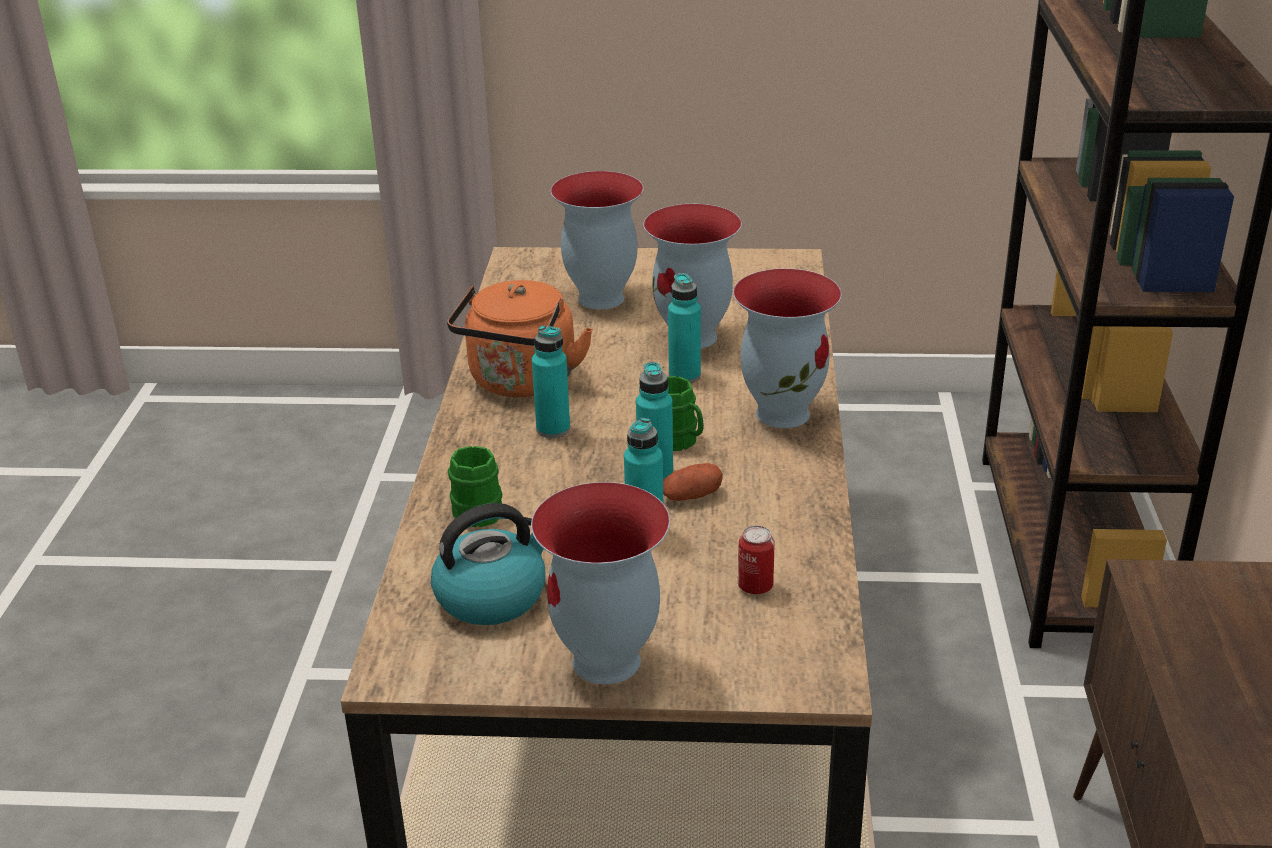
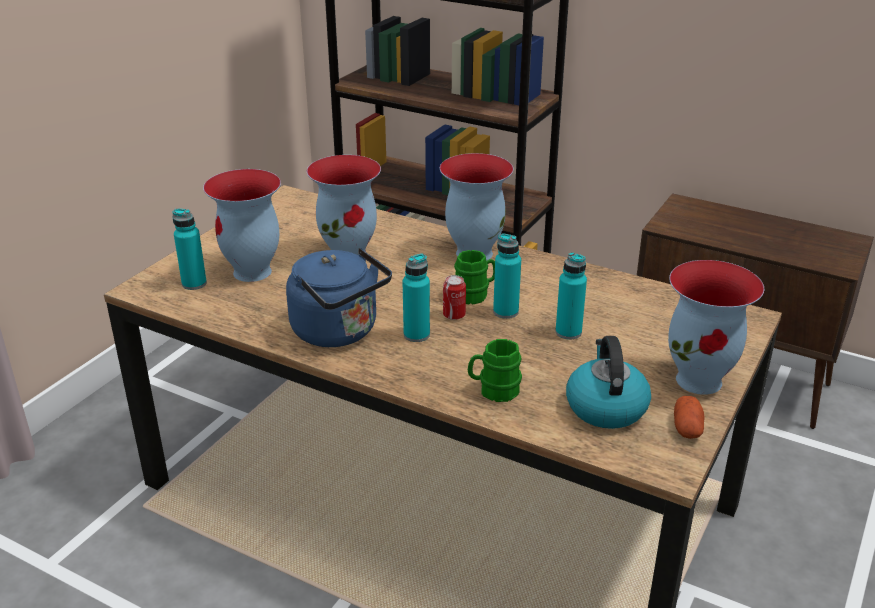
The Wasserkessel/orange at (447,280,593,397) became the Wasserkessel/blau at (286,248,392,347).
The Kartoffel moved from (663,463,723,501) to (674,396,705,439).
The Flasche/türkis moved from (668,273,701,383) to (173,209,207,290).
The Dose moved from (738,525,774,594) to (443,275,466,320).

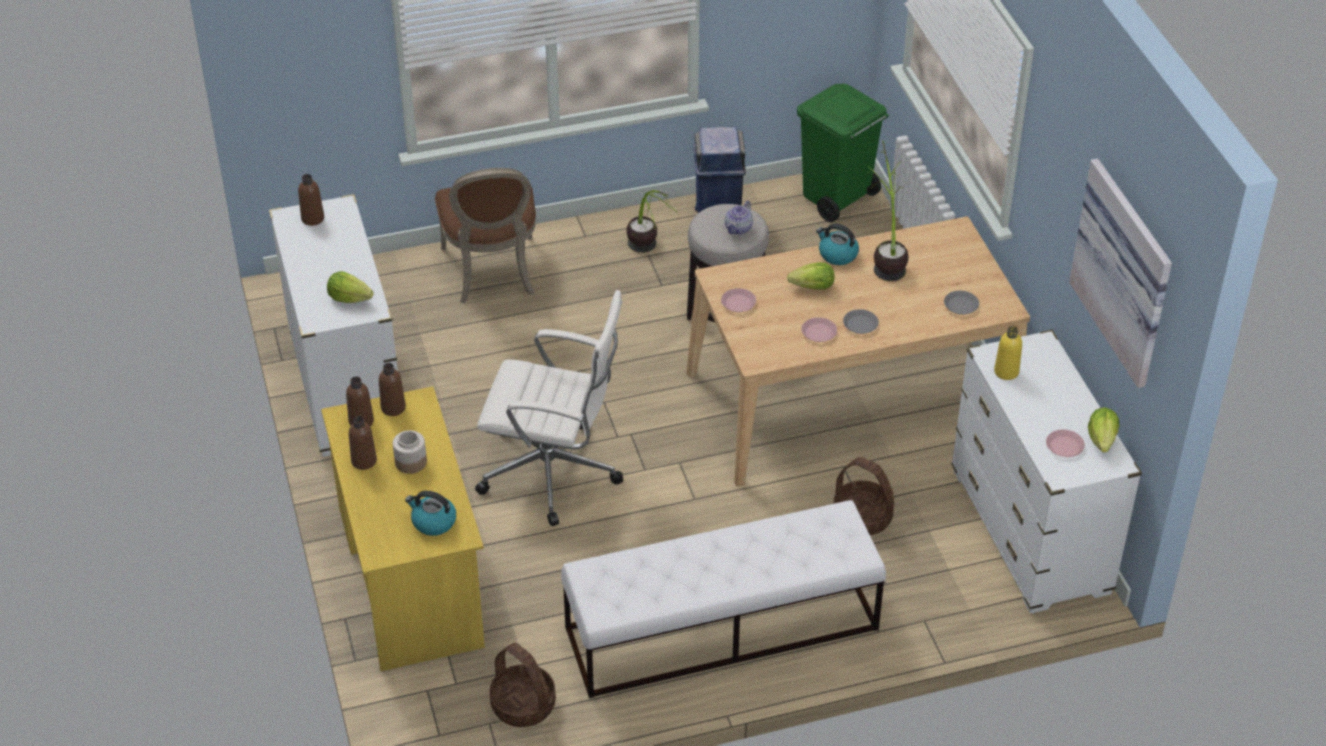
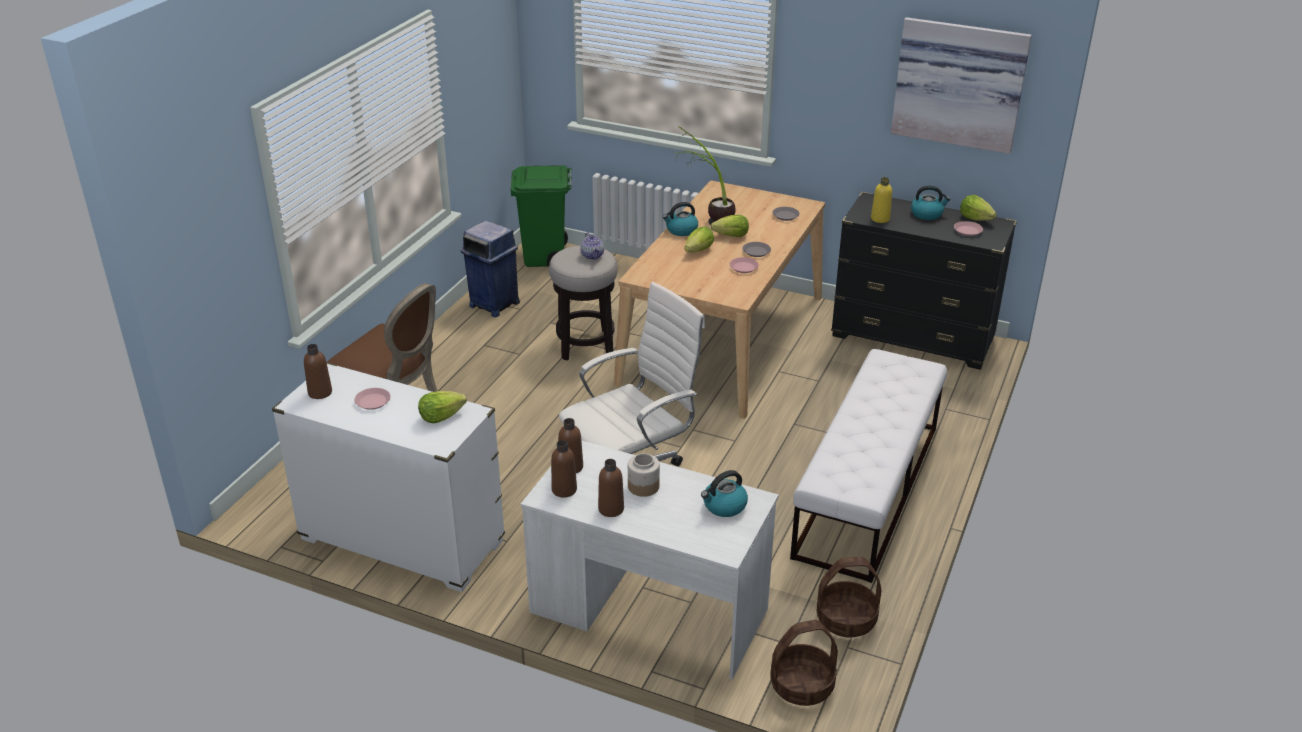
The Schreibtisch/gelb at (321,386,485,671) became the Schreibtisch/weiß at (521,440,779,680).
The Topfpflanze at (627,190,679,253) disappeared.
The Teller/rosa moved from (721,288,756,312) to (354,388,391,410).
The Korb moved from (834,457,894,536) to (770,620,838,706).
The Kommode/weiß at (951,330,1142,614) became the Kommode/schwarz at (831,192,1017,370).
The Salatkopf at (711,215,749,237) appeared.
The Wasserkessel at (911,185,951,220) appeared.

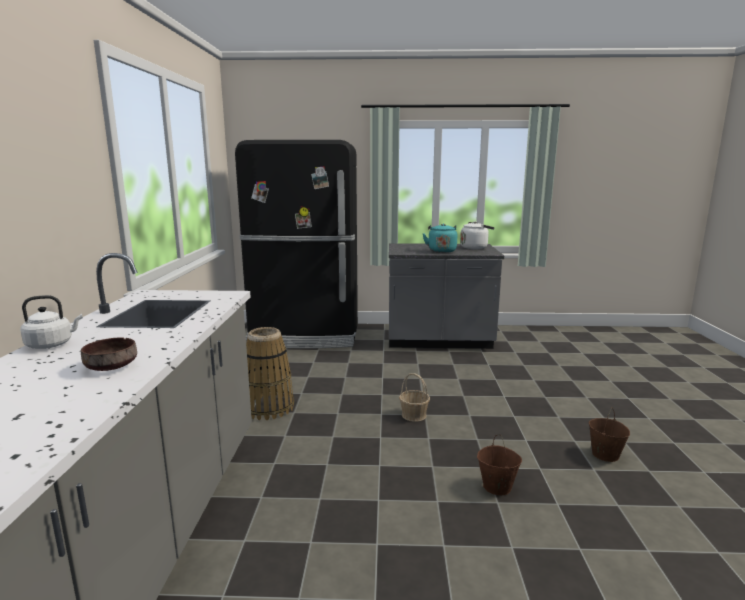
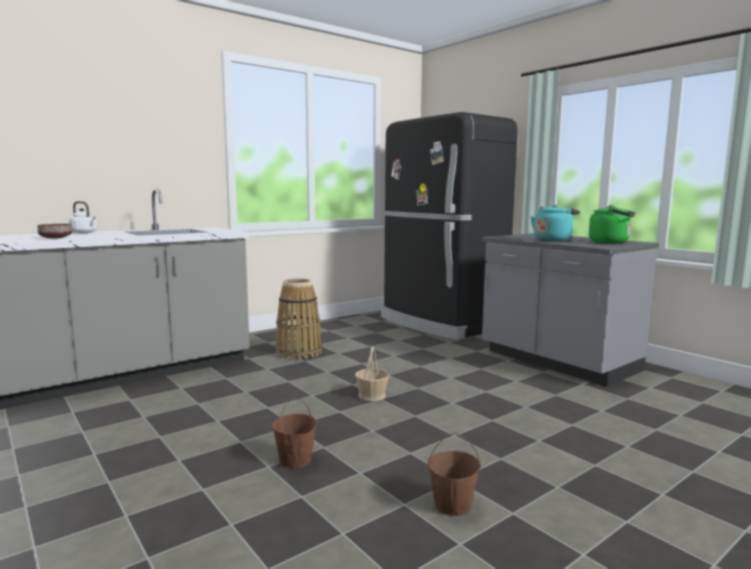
The Wasserkessel/weiß at (460,221,494,249) became the Wasserkessel/grün at (589,205,636,244).

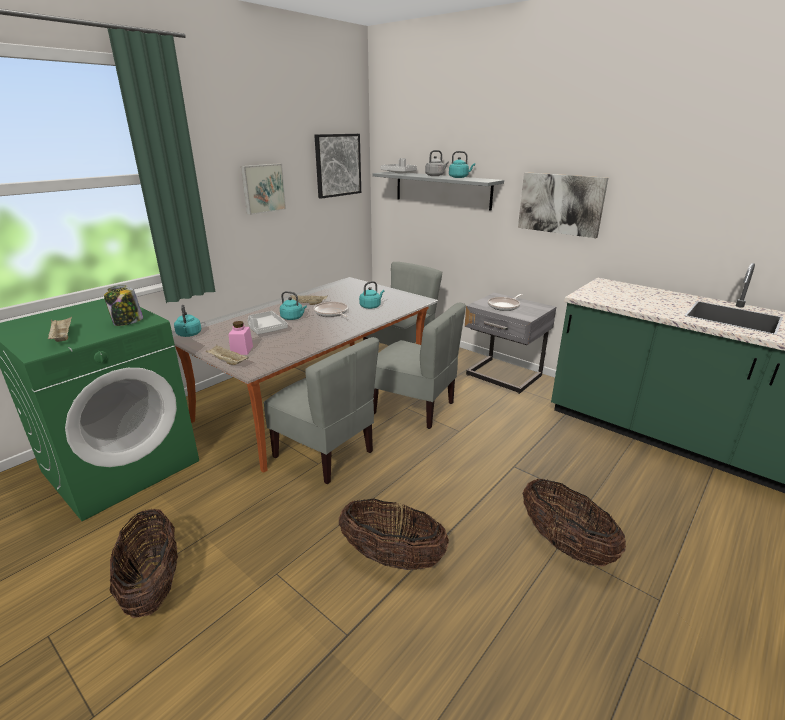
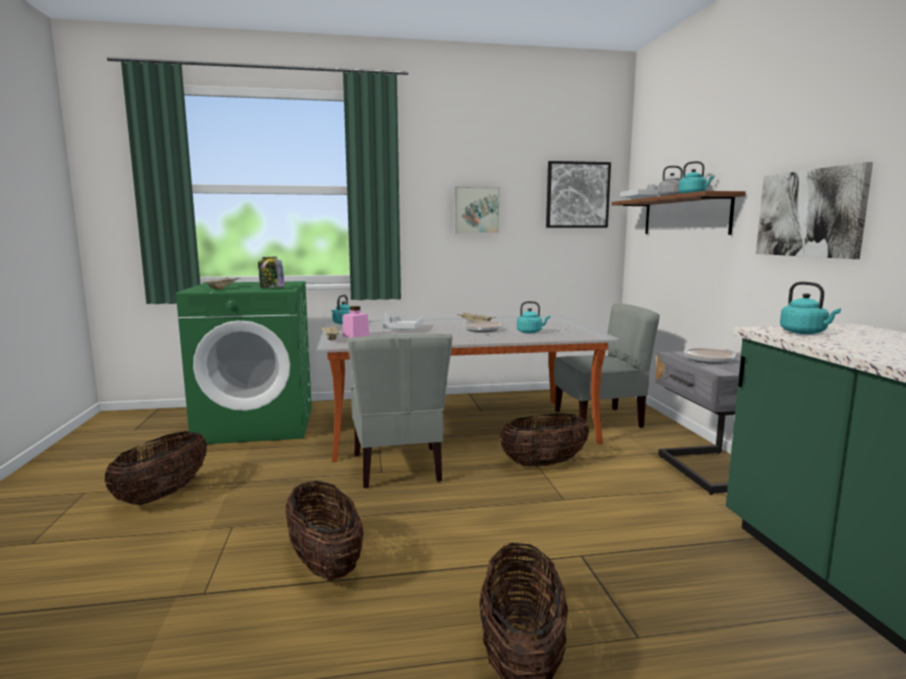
The Wasserkessel/türkis moved from (280,291,307,320) to (780,282,841,334).
The Wandregal/grau at (372,172,504,210) became the Wandregal/braun at (611,191,746,235).
The Stuhl/grau at (373,302,466,429) was replaced by the Korb at (499,413,589,467).

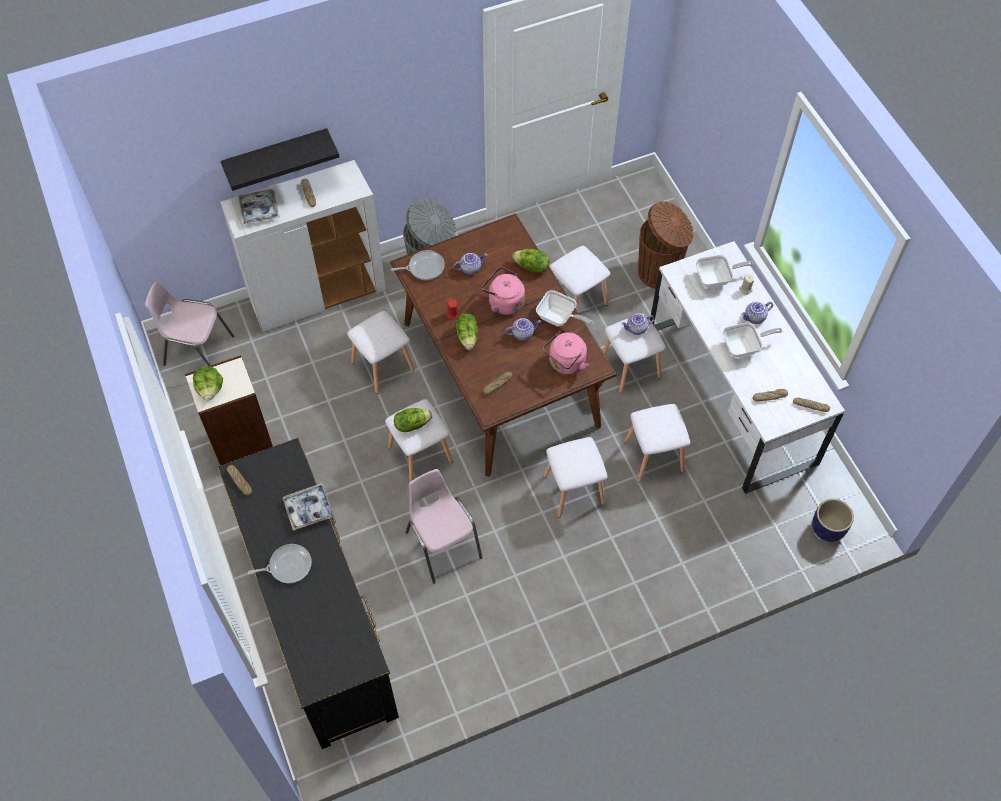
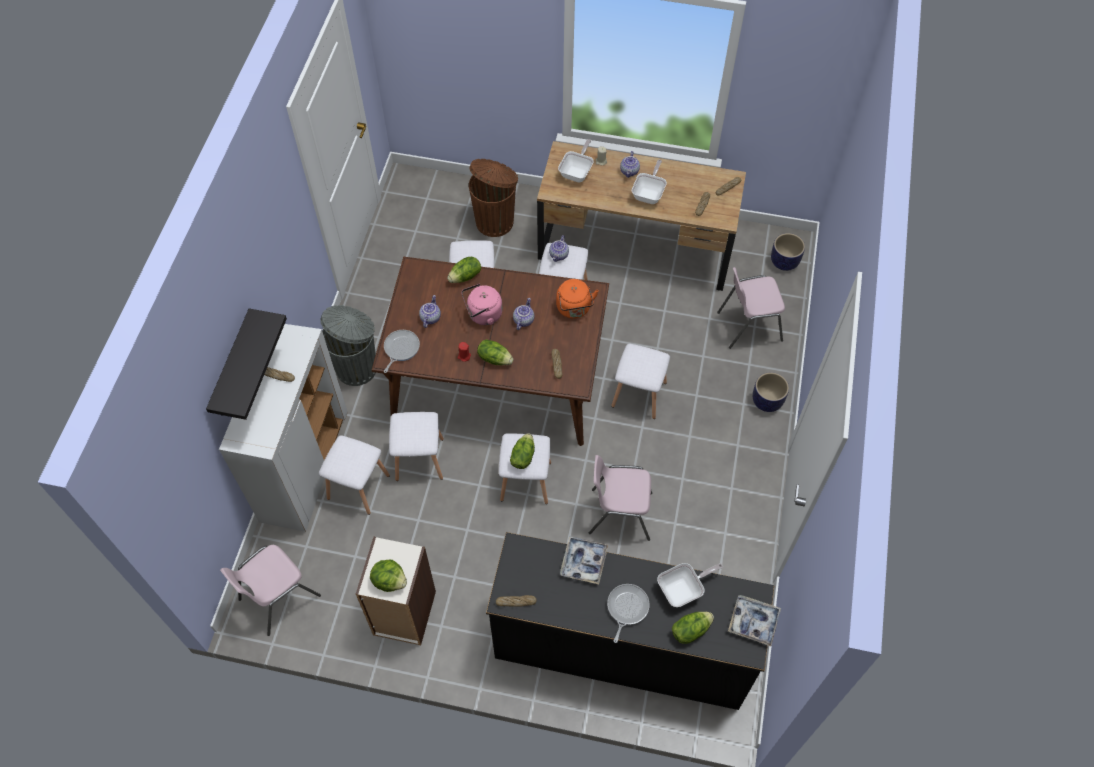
The Tablett moved from (238,189,280,224) to (728,595,781,646).
The Pfanne moved from (536,290,594,327) to (657,563,723,607).
The Wasserkessel/rosa at (543,332,589,374) became the Wasserkessel/orange at (556,279,599,319).
The Hocker/weiß moved from (624,404,690,482) to (319,435,390,515).
The Schreibtisch/weiß at (650,241,845,494) became the Schreibtisch/braun at (537,141,746,291).
The Salatkopf at (672,612,714,644) appeared.
The Stuhl/rosa at (717,267,785,349) appeared.
The Pflanzkübel at (753,372,789,412) appeared.

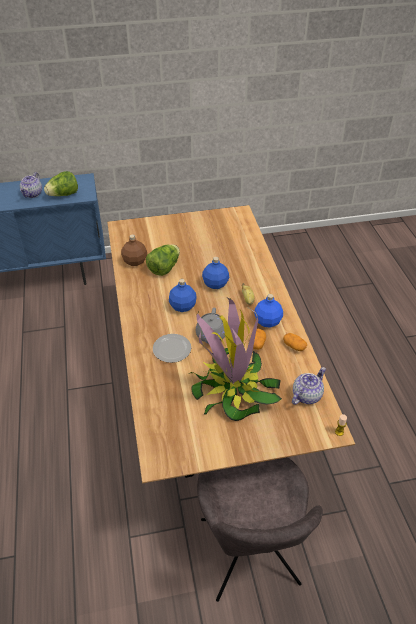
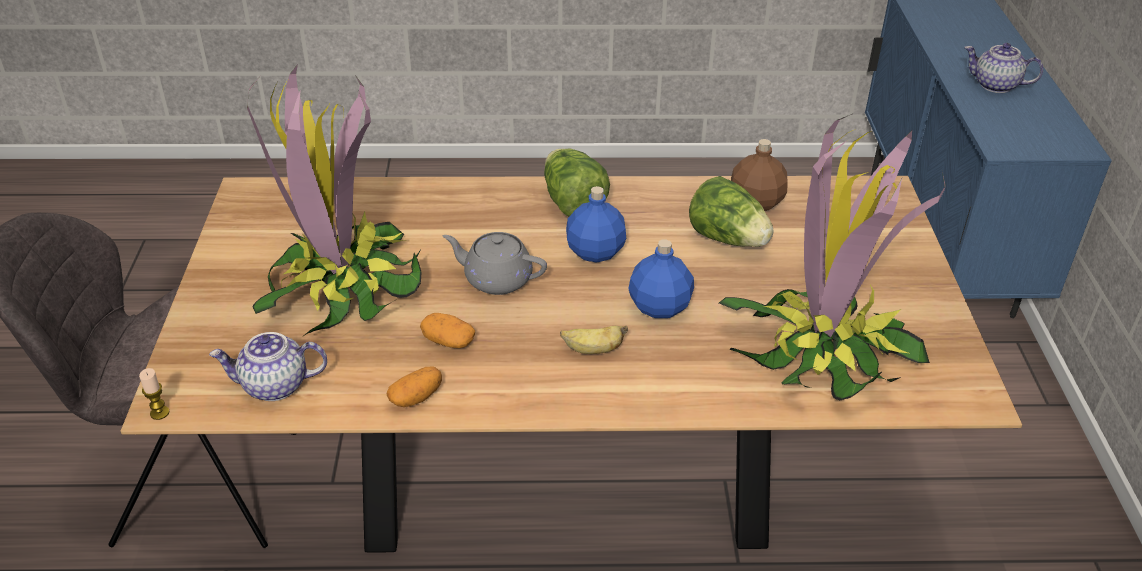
The Salatkopf moved from (44,171,78,196) to (544,148,610,216).
The Teller at (153,334,191,363) disappeared.
The Flasche/blau at (254,294,283,328) disappeared.
The Teekanne at (292,367,326,405) turned 120 degrees clockwise.
The Topfpflanze at (719,114,946,400) appeared.

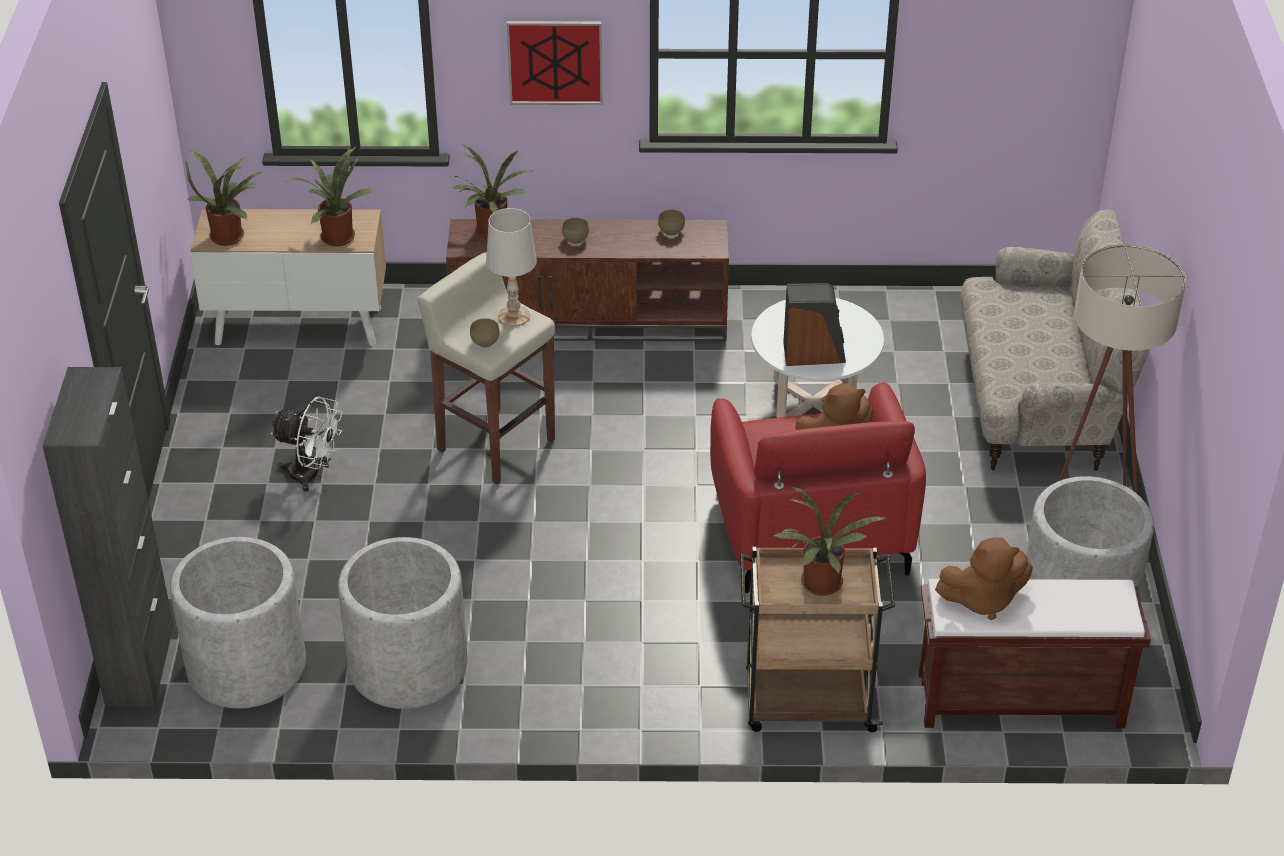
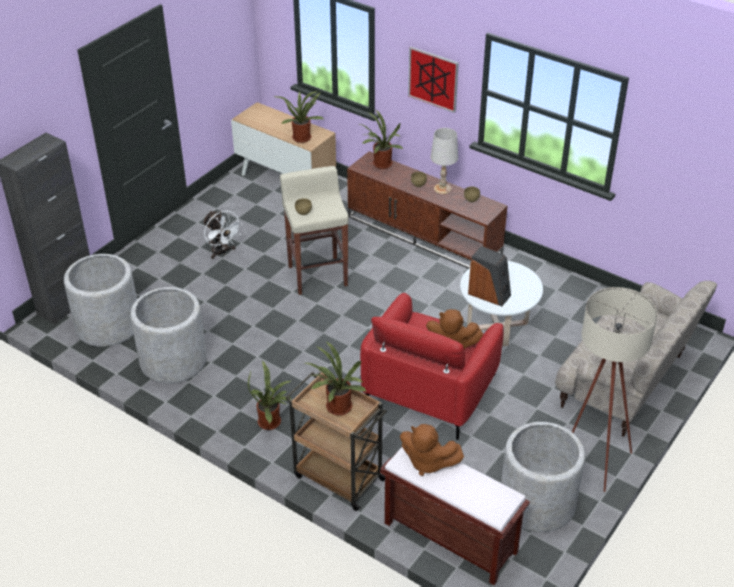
The Topfpflanze moved from (186,150,262,246) to (248,360,293,430).
The Tischlampe/weiß moved from (486,208,537,326) to (431,128,458,194).

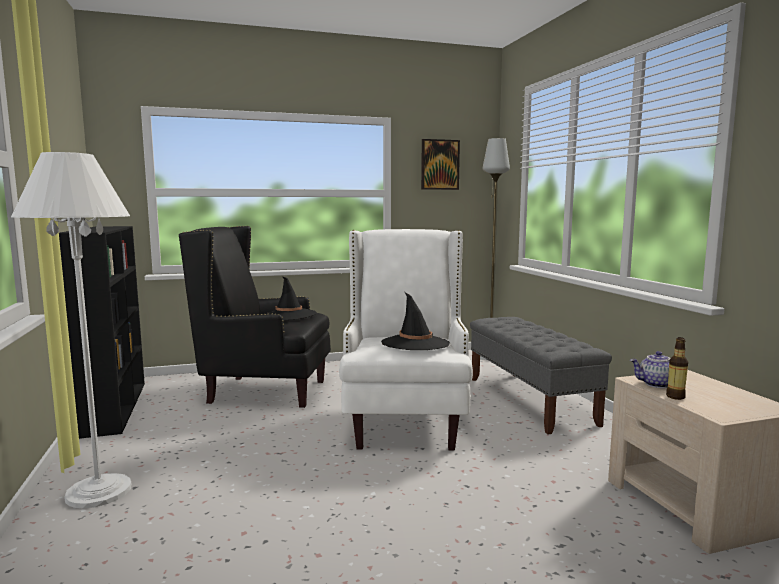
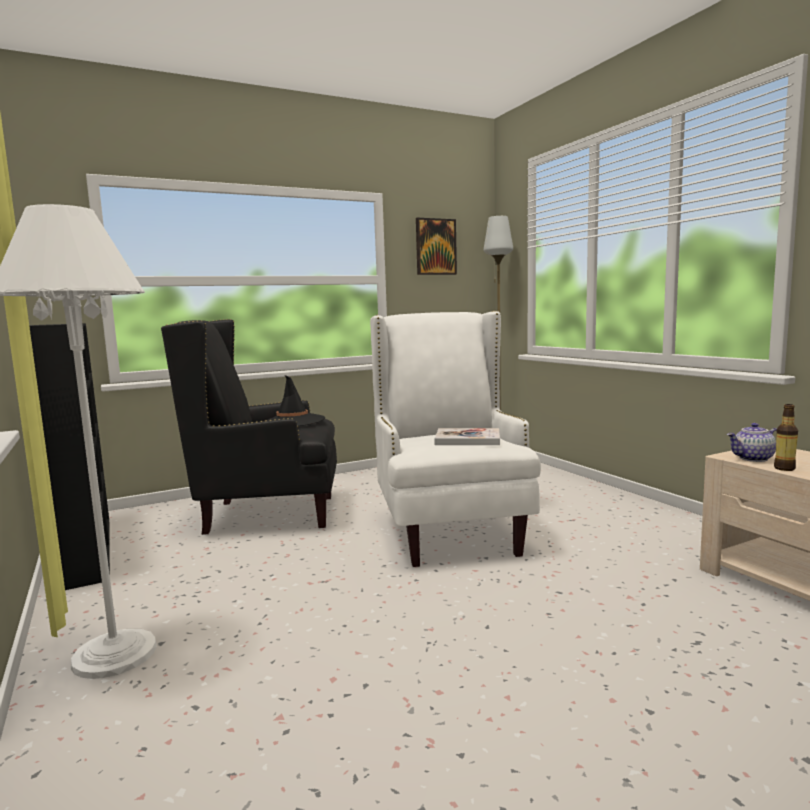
The Hut/schwarz at (381,292,450,350) was replaced by the Buch at (434,428,500,445).
The Bank/grau at (470,317,612,434) disappeared.

